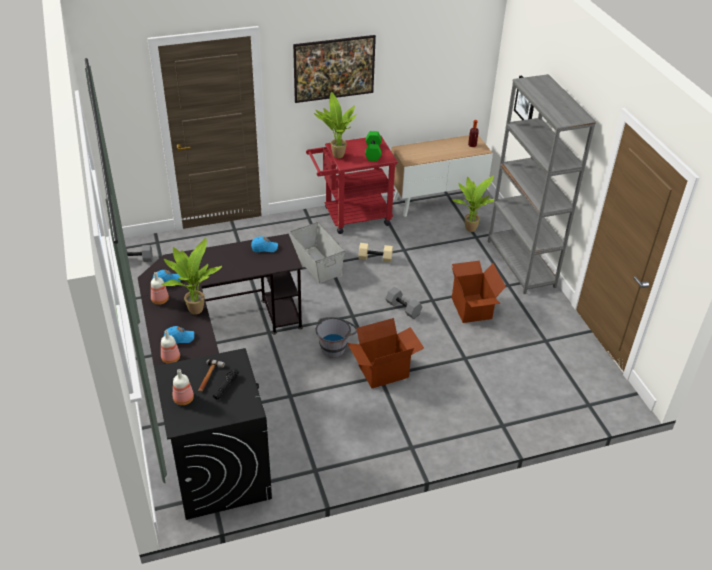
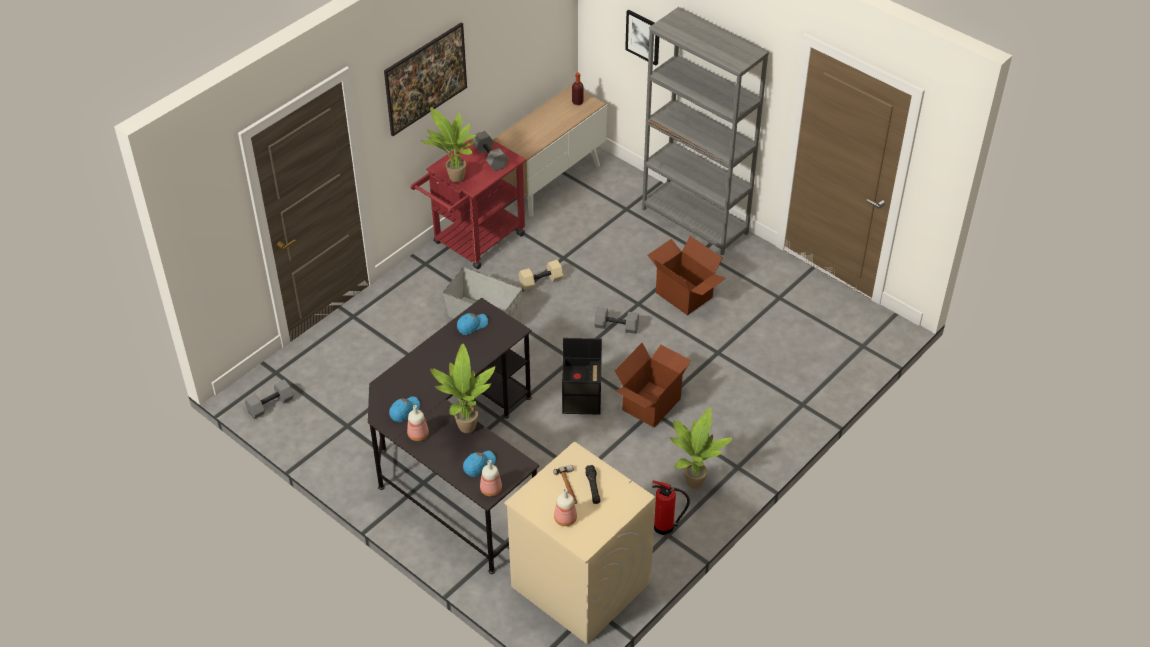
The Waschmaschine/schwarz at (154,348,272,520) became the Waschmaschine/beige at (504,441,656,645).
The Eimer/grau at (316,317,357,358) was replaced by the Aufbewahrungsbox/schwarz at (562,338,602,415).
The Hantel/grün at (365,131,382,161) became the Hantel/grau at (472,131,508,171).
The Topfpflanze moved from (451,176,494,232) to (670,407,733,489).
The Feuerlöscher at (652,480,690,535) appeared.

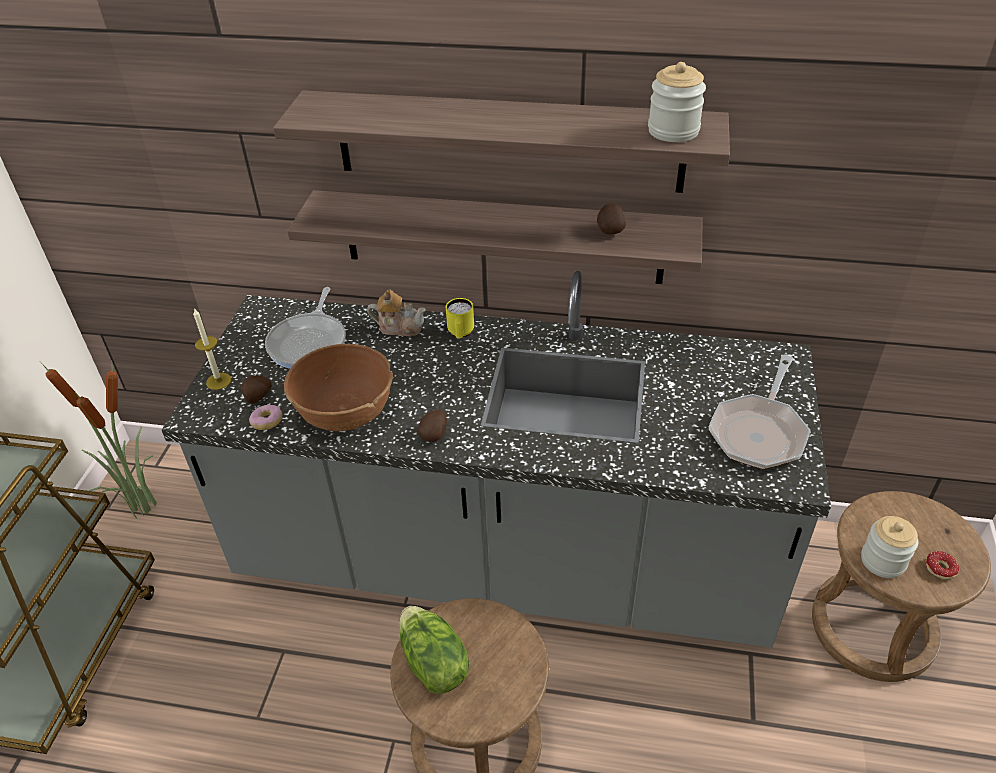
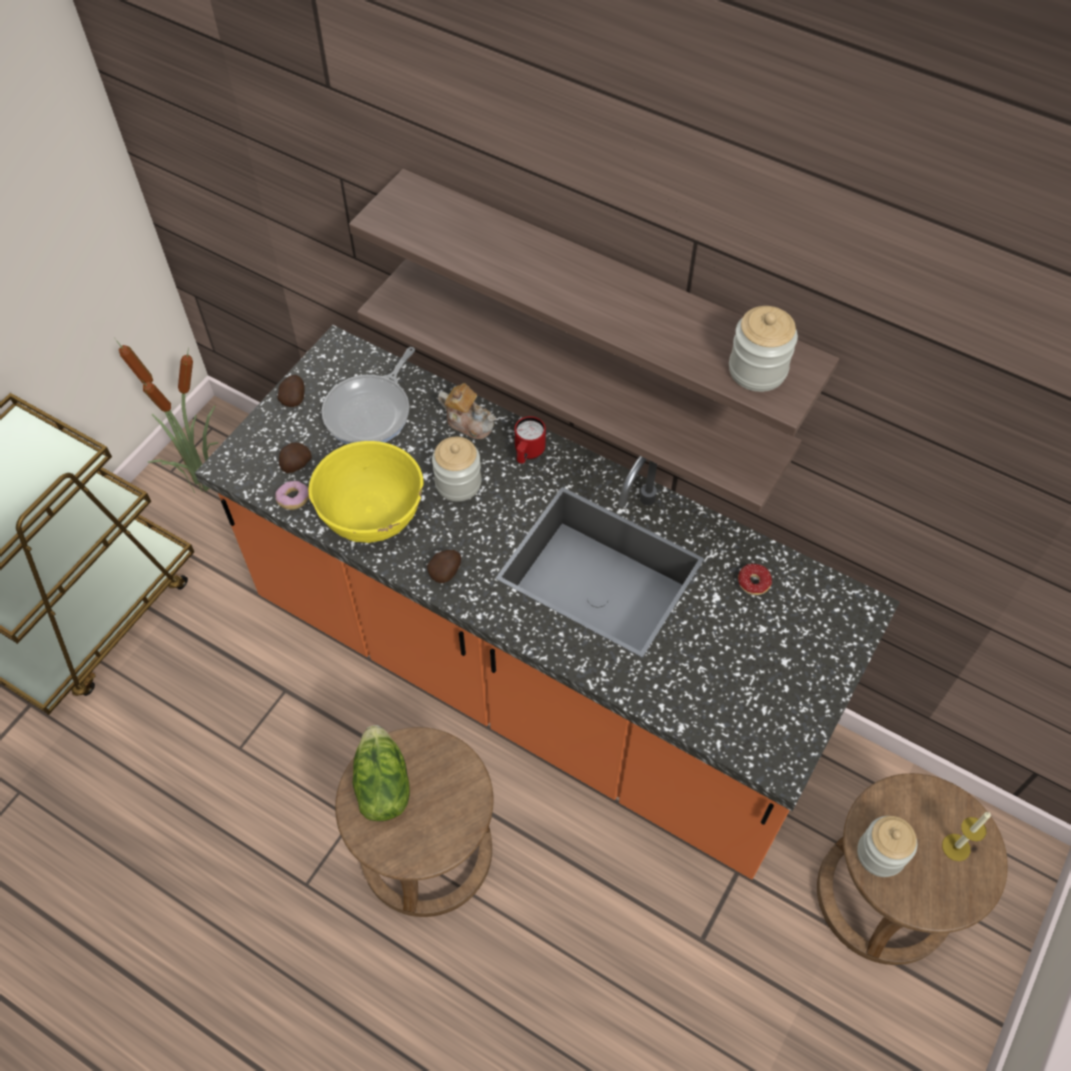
The Küchenzeile/grau at (162,271,831,648) became the Küchenzeile/orange at (195,325,900,879).
The Kerze moved from (193,308,231,390) to (942,812,991,861).
The Schüssel/braun at (284,344,393,431) became the Schüssel/gelb at (308,441,424,543).
The Henkelbecher/gelb at (446,298,474,338) became the Henkelbecher/rot at (514,416,546,463).
The Kartoffel moved from (597,203,626,235) to (277,375,304,407).
The Pfanne at (708,355,811,470) disappeared.
The Donut moved from (926,551,959,579) to (738,564,772,595).
The Vorratsglas at (432,437,482,501) appeared.

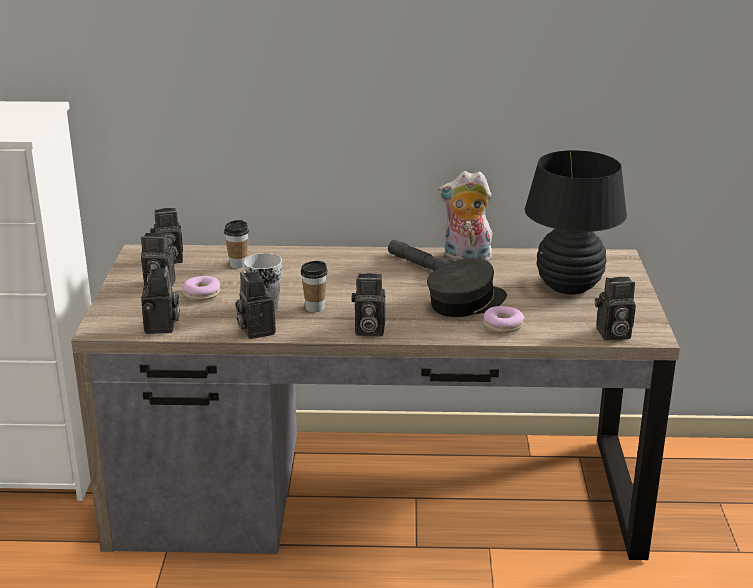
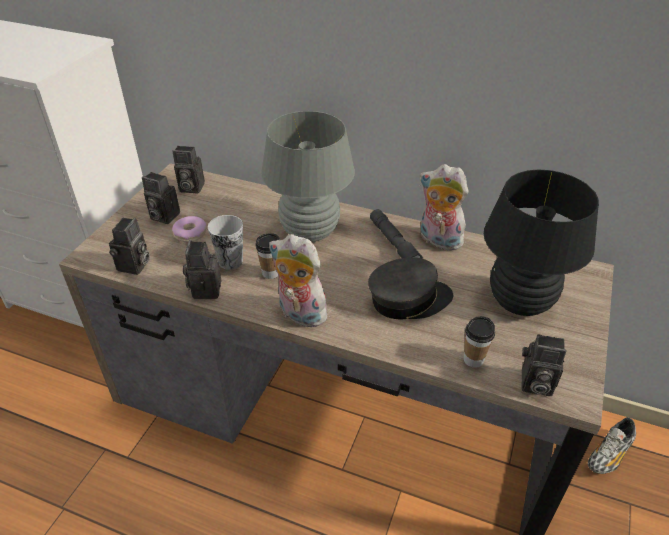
The Tasse moved from (224,220,249,268) to (464,316,495,368).
The Kamera at (352,273,385,336) was replaced by the Plüschtier at (269,234,327,327).
The Donut at (484,306,524,333) disappeared.
The Tischlampe/grau at (261,111,355,242) appeared.
The Schuh at (588,418,636,474) appeared.

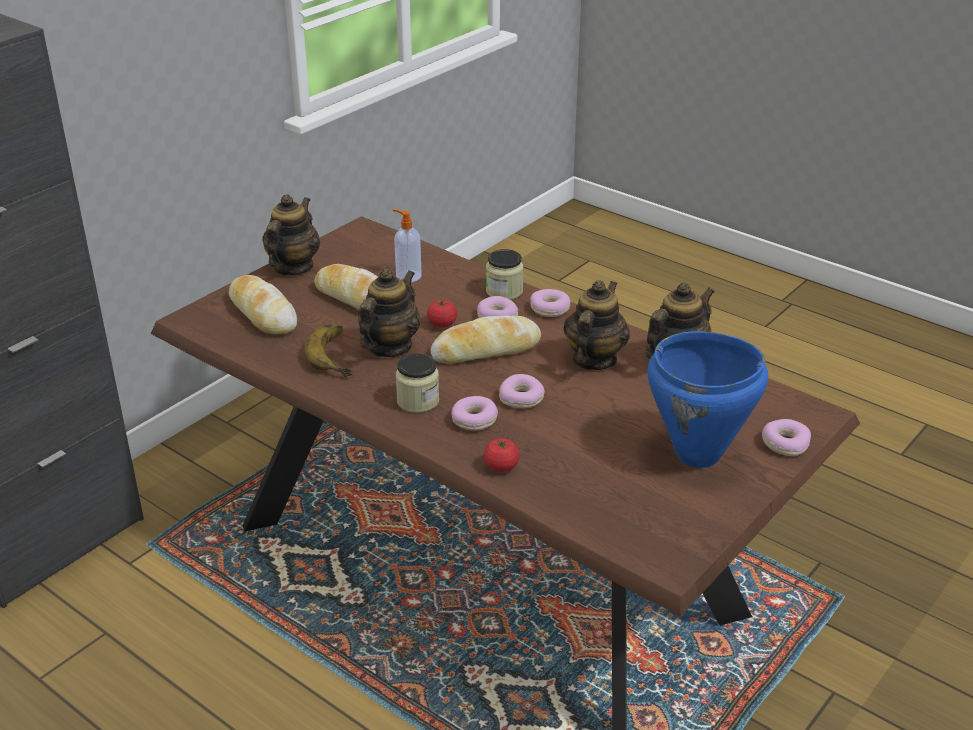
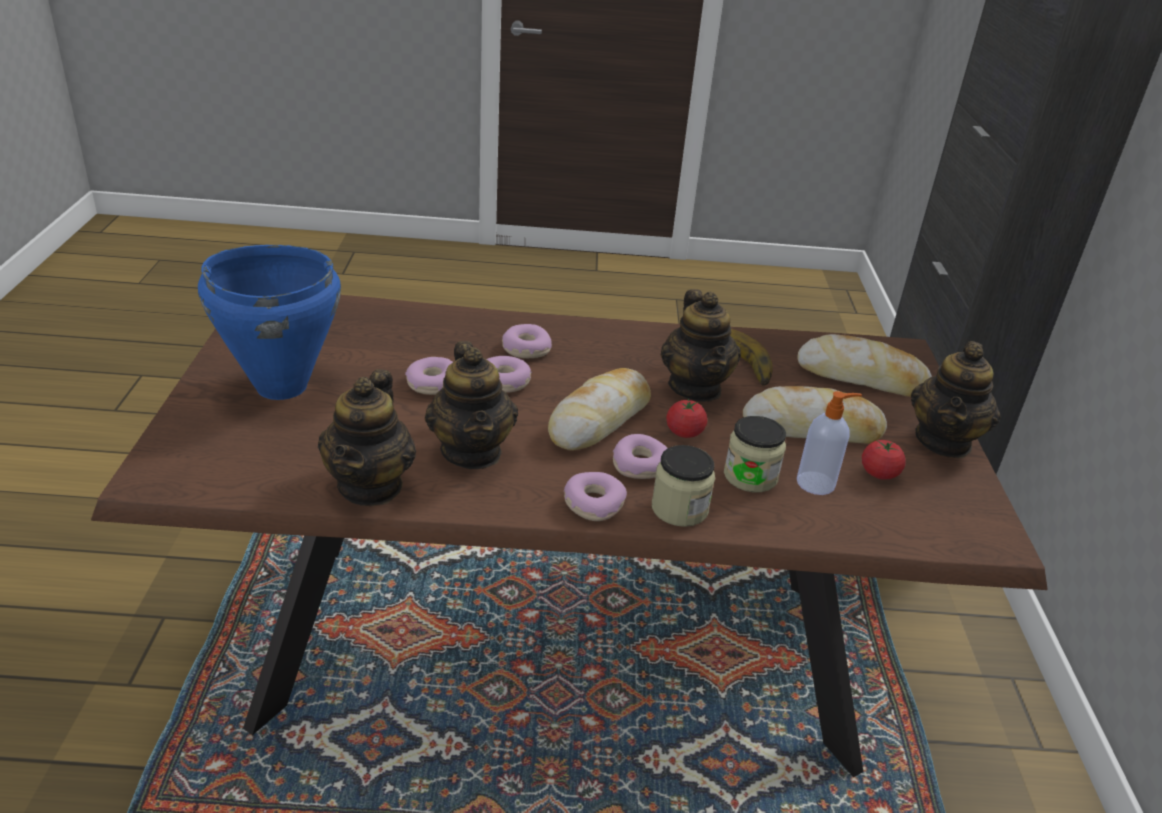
The Teekanne at (262,194,320,276) turned 45 degrees clockwise.
The Vorratsglas moved from (396,354,439,413) to (724,416,786,492).
The Tomate moved from (483,438,520,472) to (862,440,906,480).
The Donut moved from (762,419,811,456) to (405,357,453,395).

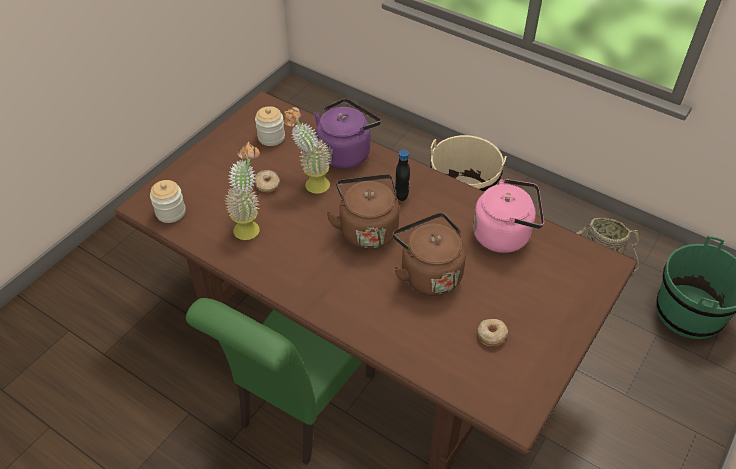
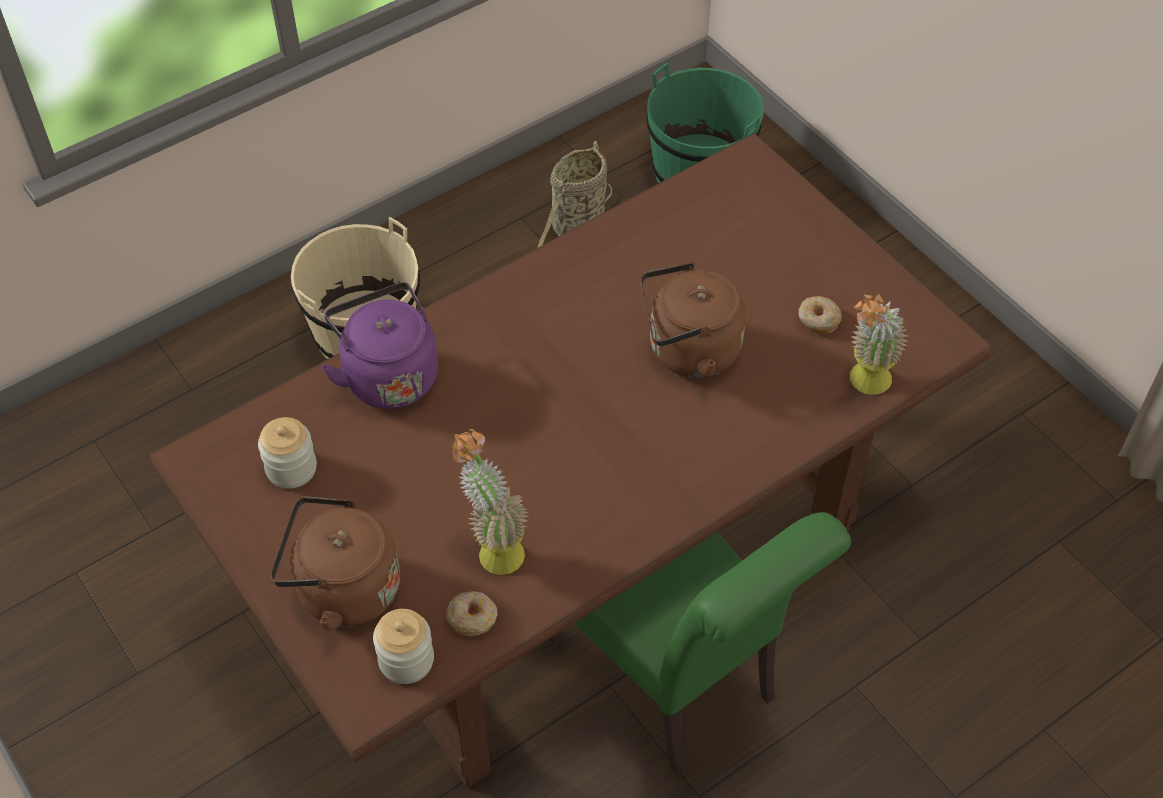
The Donut moved from (254,170,280,192) to (446,591,498,636).
The Topfpflanze moved from (283,107,331,194) to (850,294,909,395).
The Wasserkessel/braun moved from (326,174,399,249) to (270,496,400,631).
The Flasche/schwarz at (395,150,410,201) disappeared.
The Wasserkessel/rosa at (473,179,544,253) disappeared.

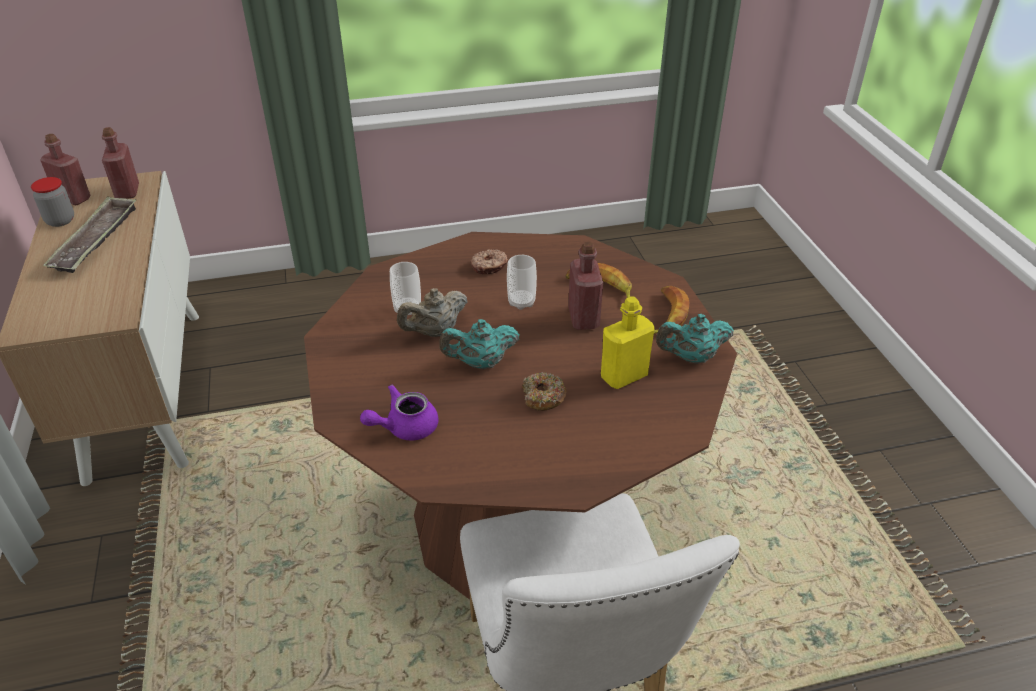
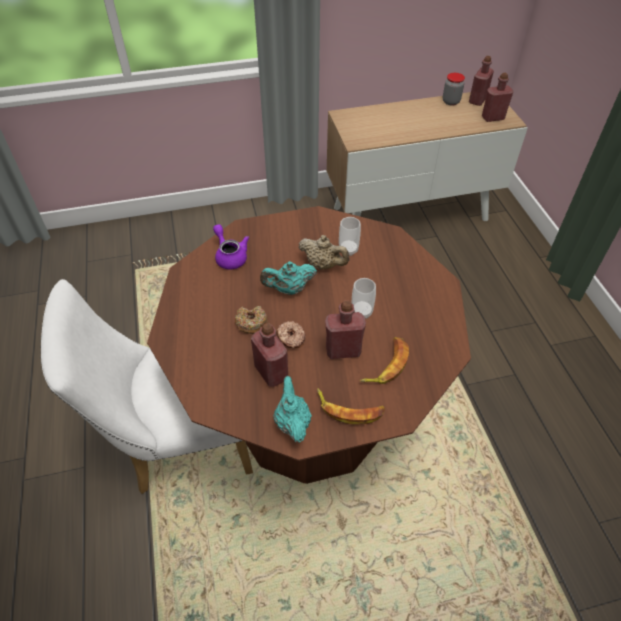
The Tablett at (43,196,136,273) disappeared.
The Teekanne/beige at (397,288,468,337) turned 150 degrees clockwise.
The Teekanne/türkis at (439,319,519,369) turned 90 degrees counterclockwise.
The Donut moved from (471,249,508,274) to (277,321,305,348).
The Flasche/gelb at (601,297,655,389) became the Flasche/rot at (251,323,288,387).

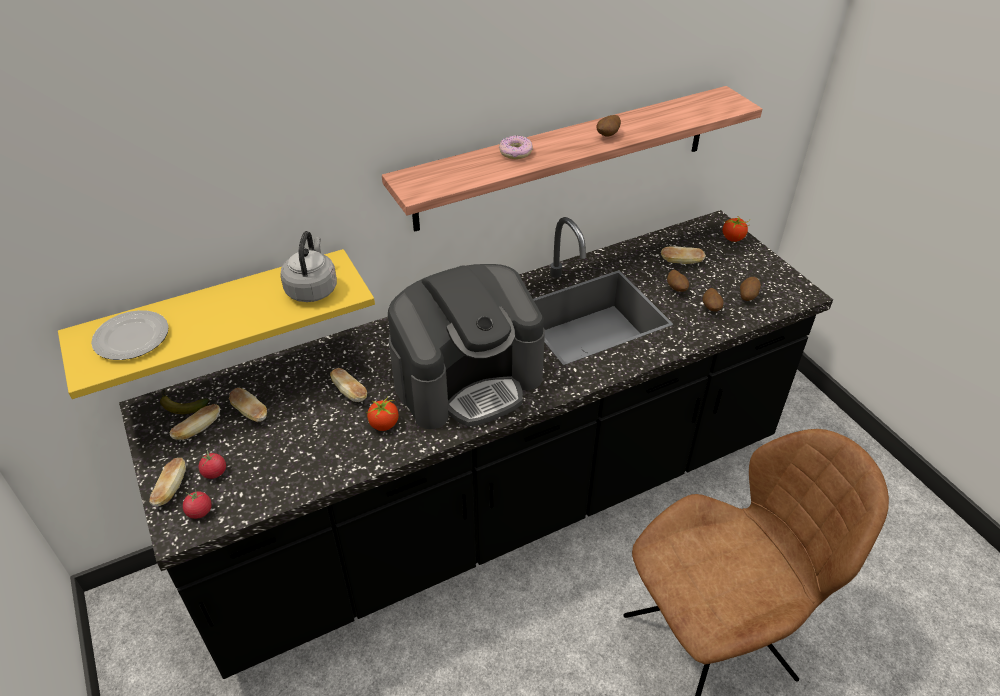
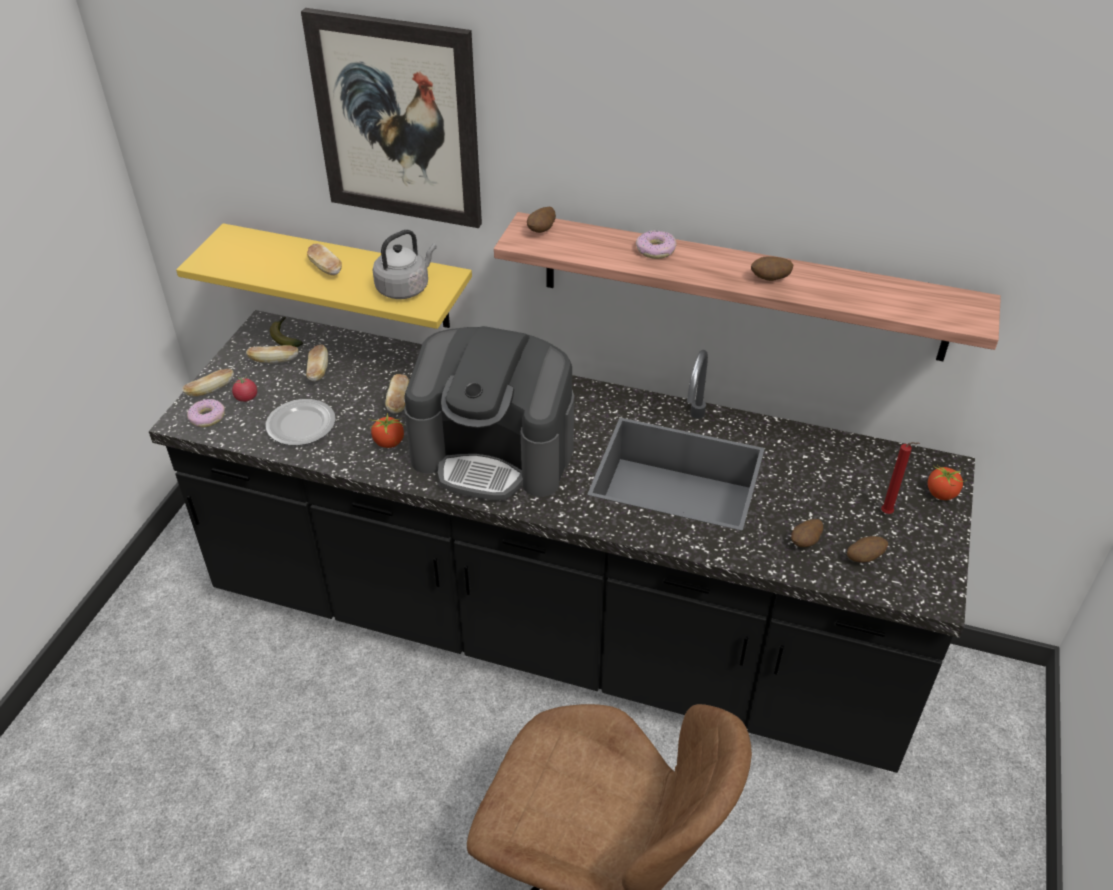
The Teller moved from (91,310,169,360) to (265,399,336,446).
The Tomate at (183,489,212,519) was replaced by the Donut at (187,399,225,427).
The Brot moved from (661,246,706,264) to (307,244,342,275).
The Kartoffel moved from (667,270,689,292) to (527,207,556,233).
The Bild at (301,8,482,228) appeared.
The Kerze/rot at (881,442,920,514) appeared.

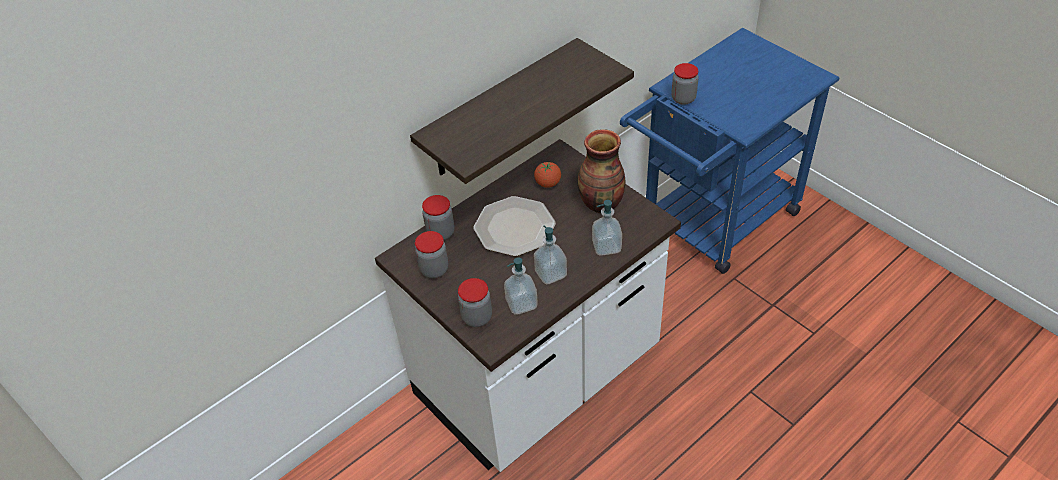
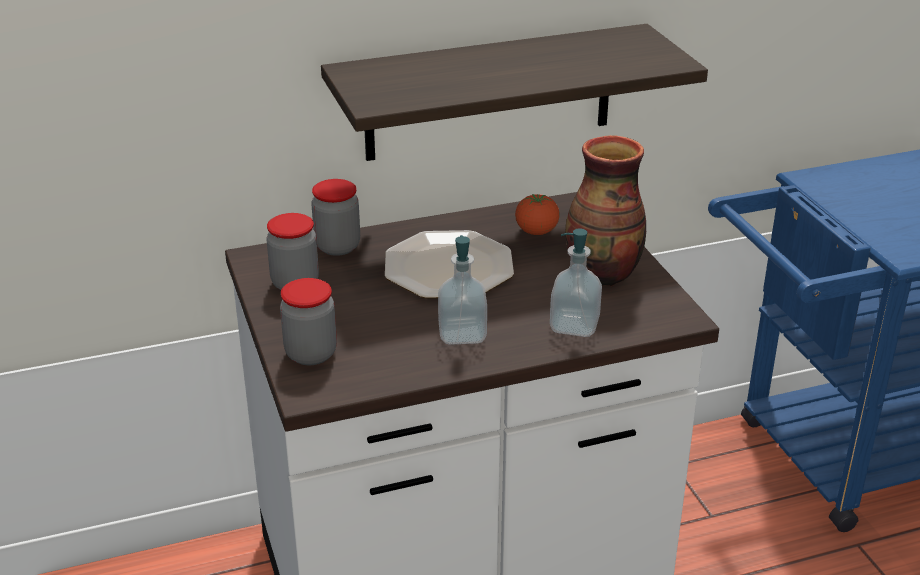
The Seifenspender at (504,257,538,315) disappeared.
The Vorratsglas at (671,63,699,105) disappeared.

